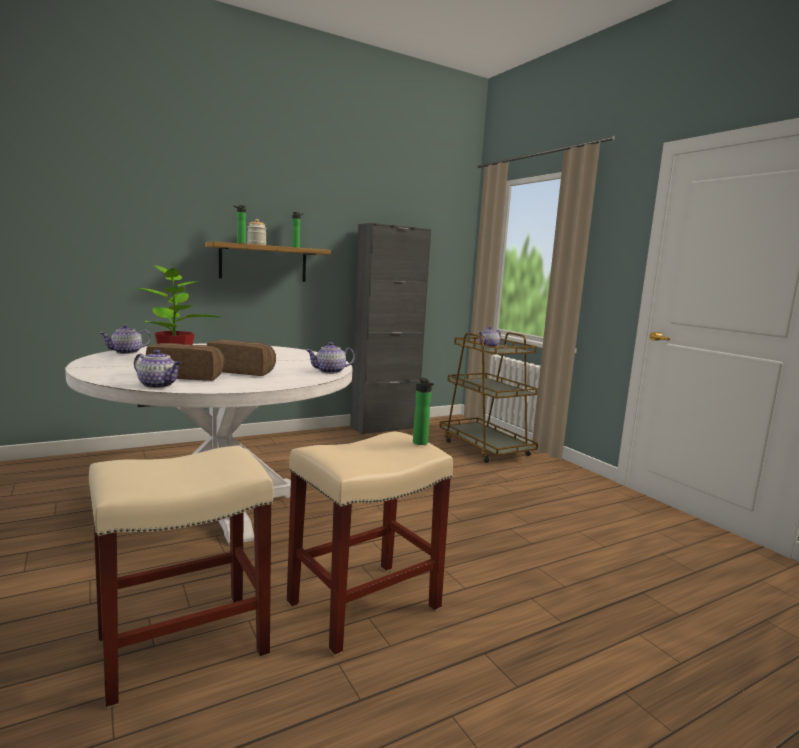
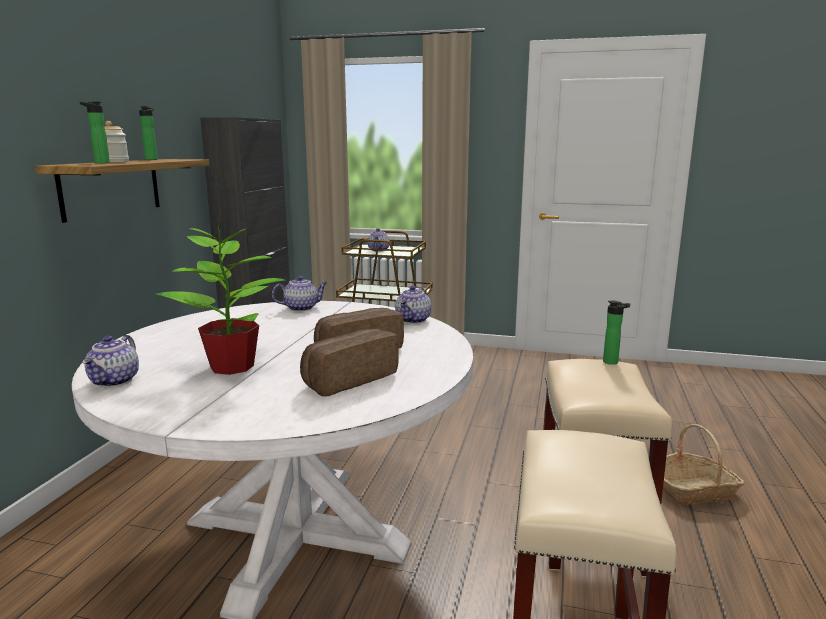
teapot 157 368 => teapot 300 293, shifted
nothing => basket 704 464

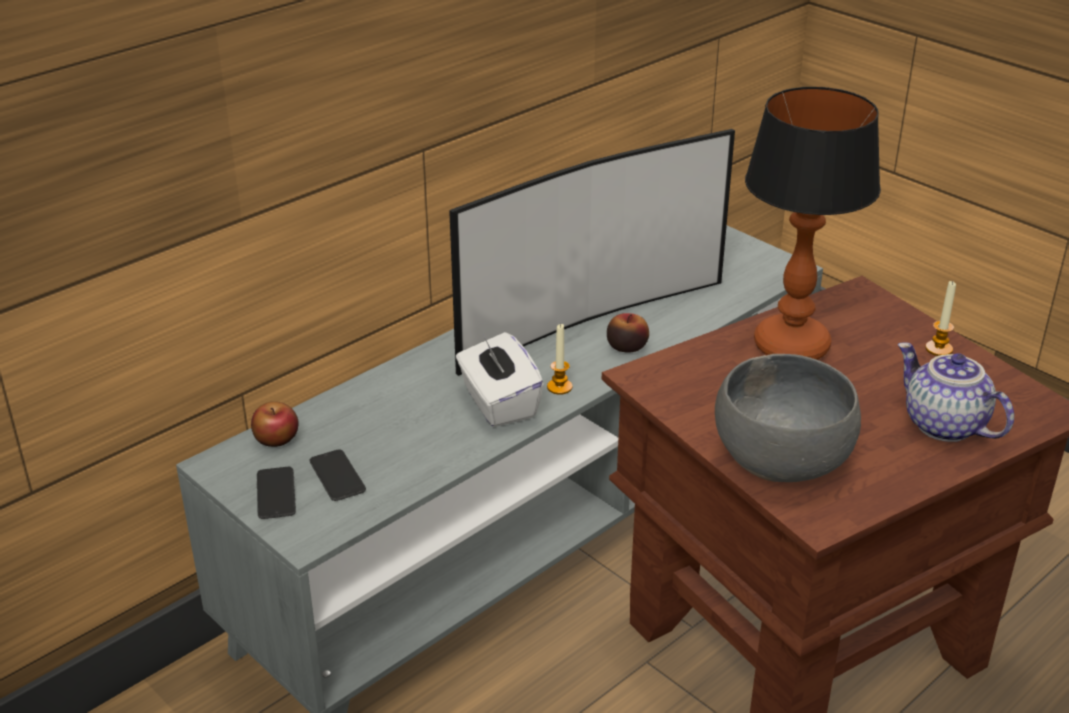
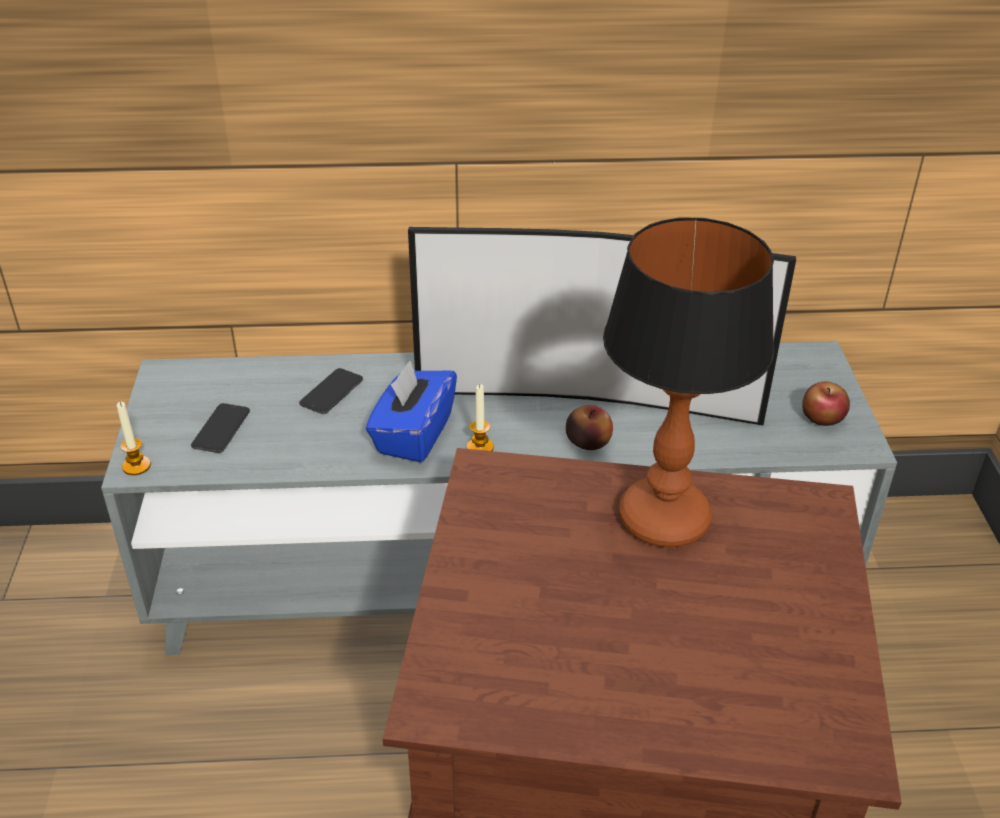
candle 940 318 => candle 134 438, shifted
white tissue box 500 379 => blue tissue box 411 411
teapot 956 392 => nothing
grey bowl 788 418 => nothing
apple 275 424 => apple 826 404, shifted
phone 276 493 => phone 331 391, shifted

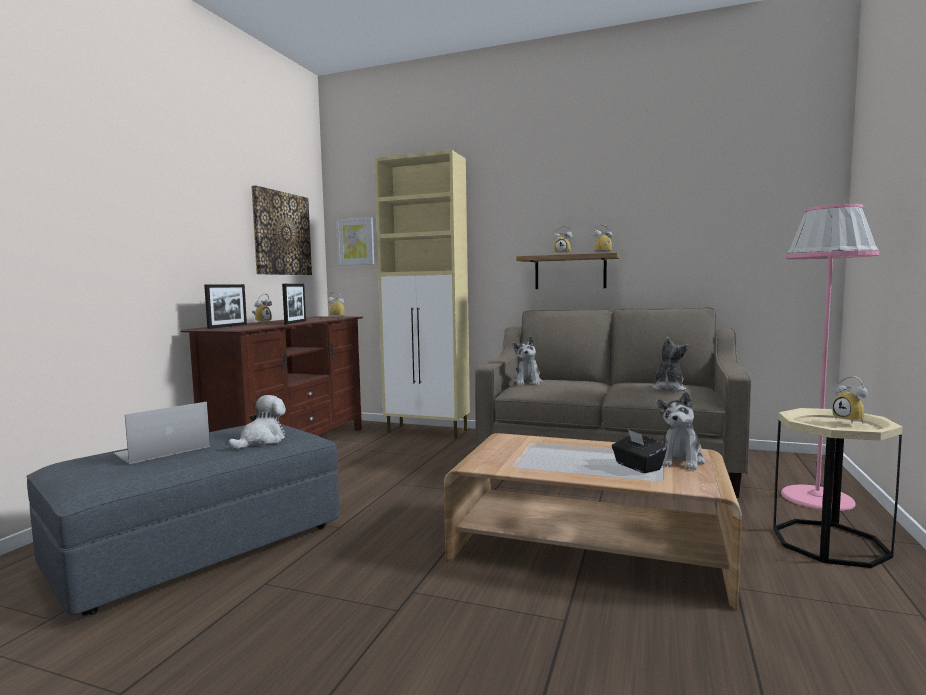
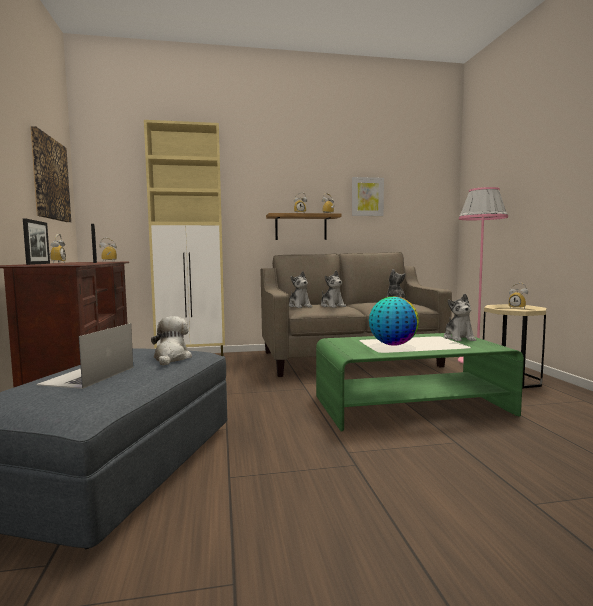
picture 355 241 => picture 368 196, shifted
black tissue box 639 451 => nothing
brown coffee table 593 521 => green coffee table 420 382
nothing => plush toy 333 289
nothing => globe 394 321

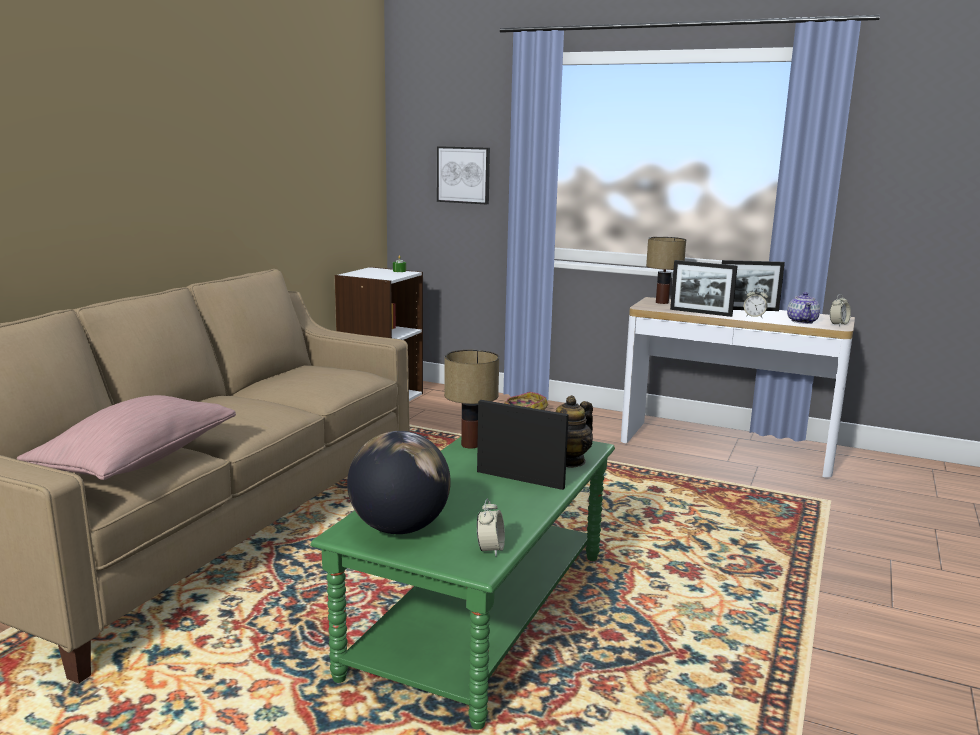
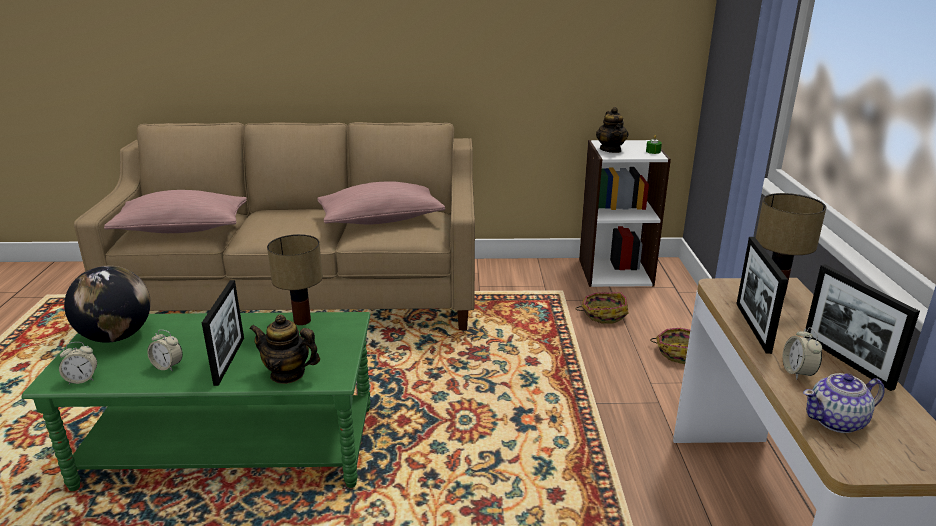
picture 463 175 => nothing
alarm clock 840 310 => alarm clock 165 350, shifted
nothing => teapot 612 130
nothing => pink pillow 381 203
nothing => basket 602 308

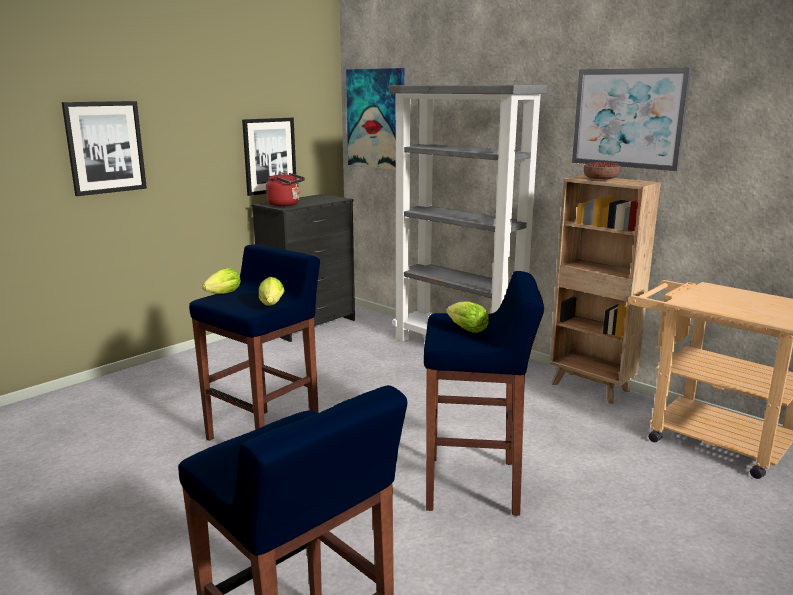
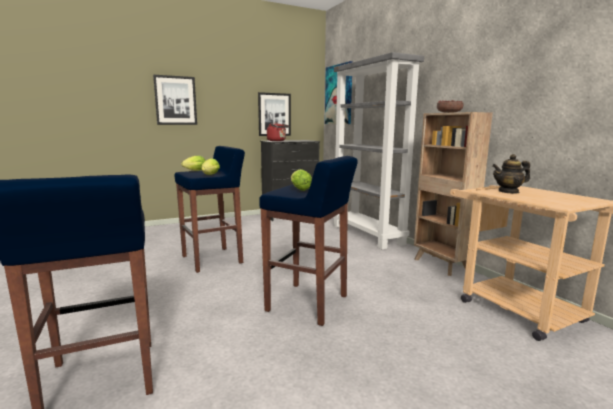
picture 631 119 => nothing
nothing => teapot 511 174

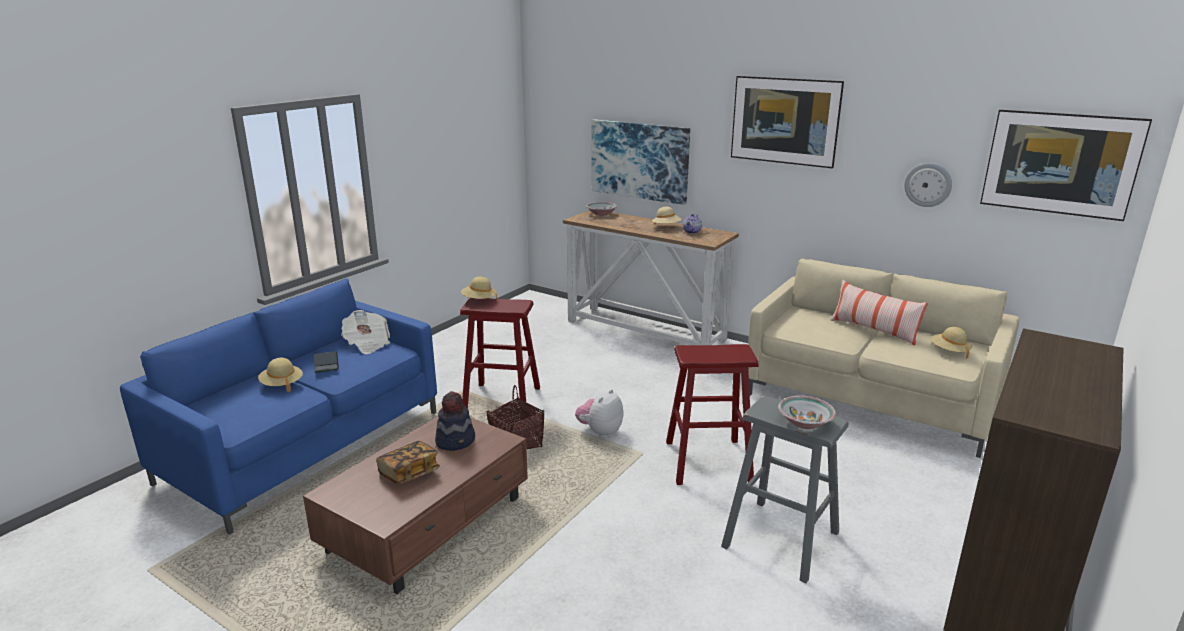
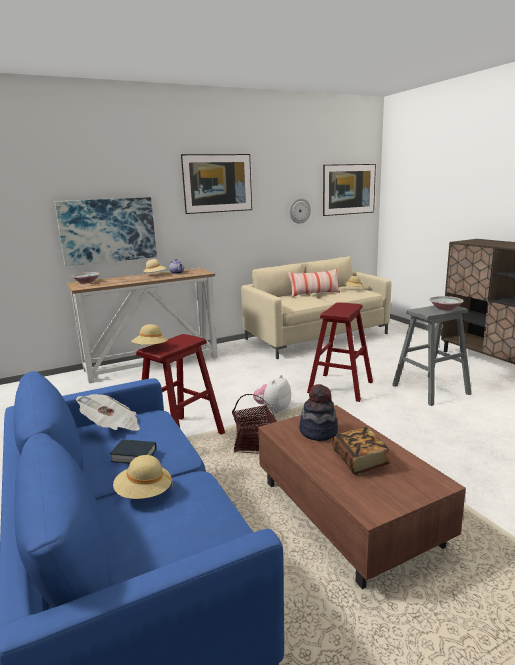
plush toy 599 413 => plush toy 272 394, 60 degrees clockwise

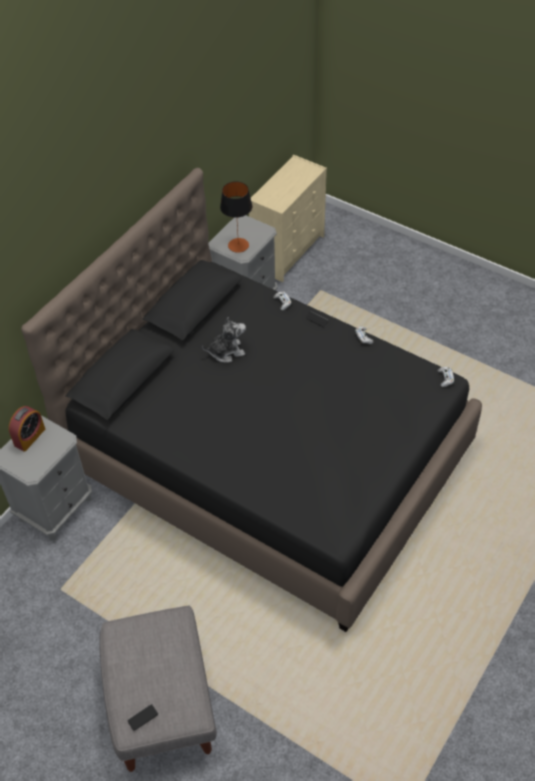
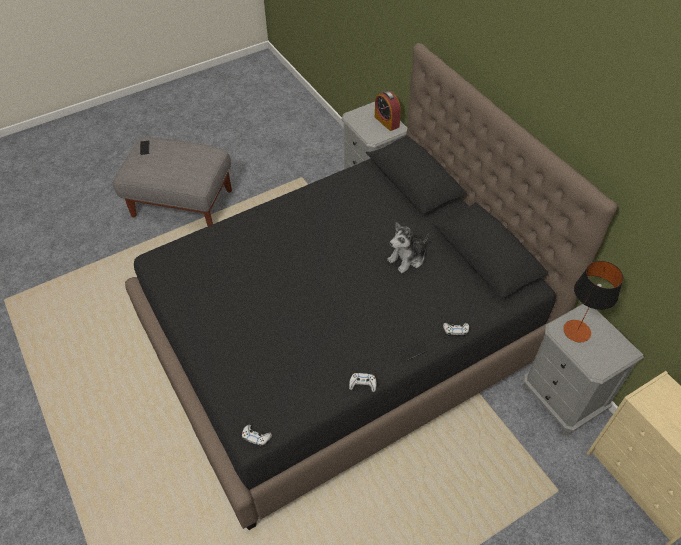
plush toy 224 339 => plush toy 408 247, 45 degrees clockwise

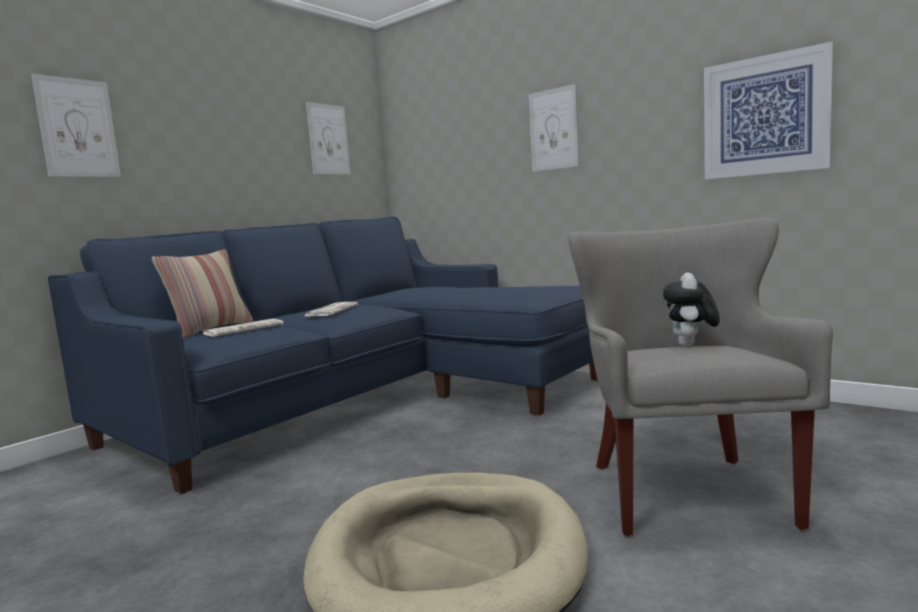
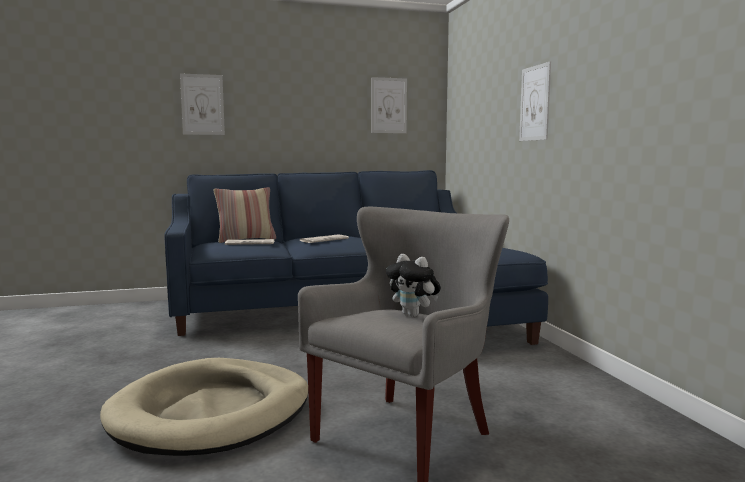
picture 768 110 => nothing
plush toy 691 310 => plush toy 413 285, 105 degrees counterclockwise

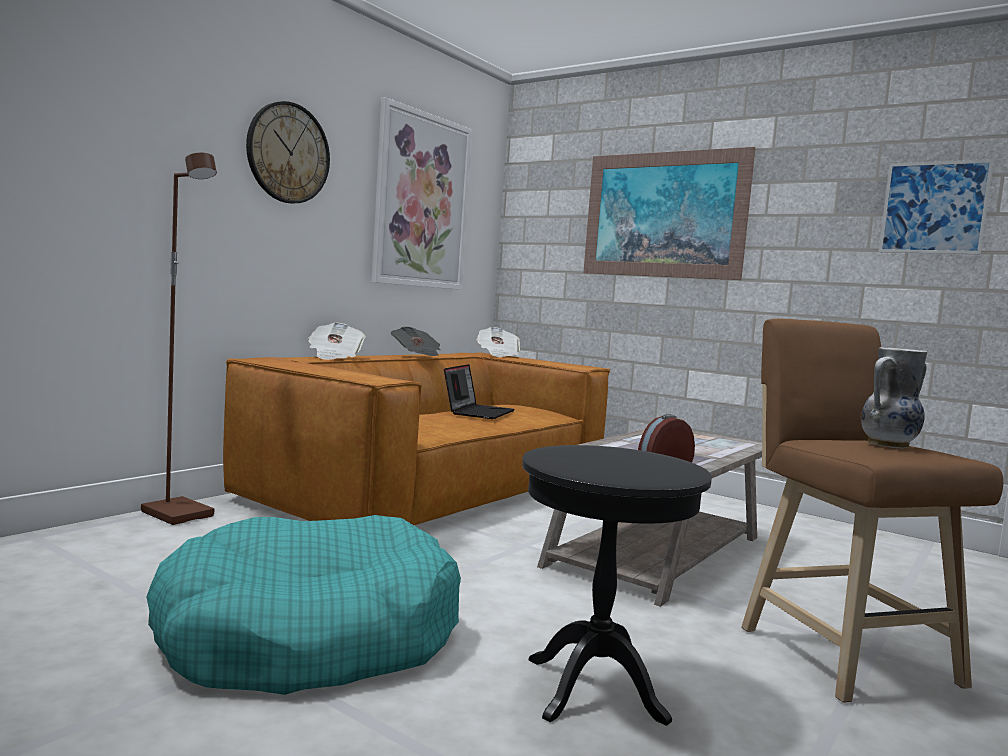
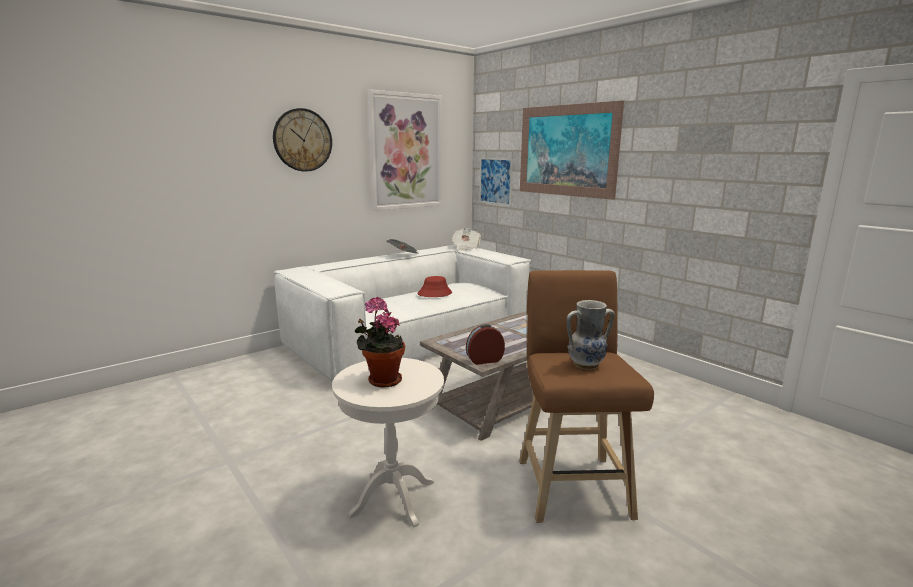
brown floor lamp 179 339 => nothing
picture 936 206 => picture 496 182, shifted
newspaper 336 341 => nothing
brown sofa 416 438 => white sofa 402 313
laptop 479 391 => red hat 434 286
black side table 617 585 => white side table 388 442
turquoise dog bed 304 605 => nothing
nothing => potted plant 380 342

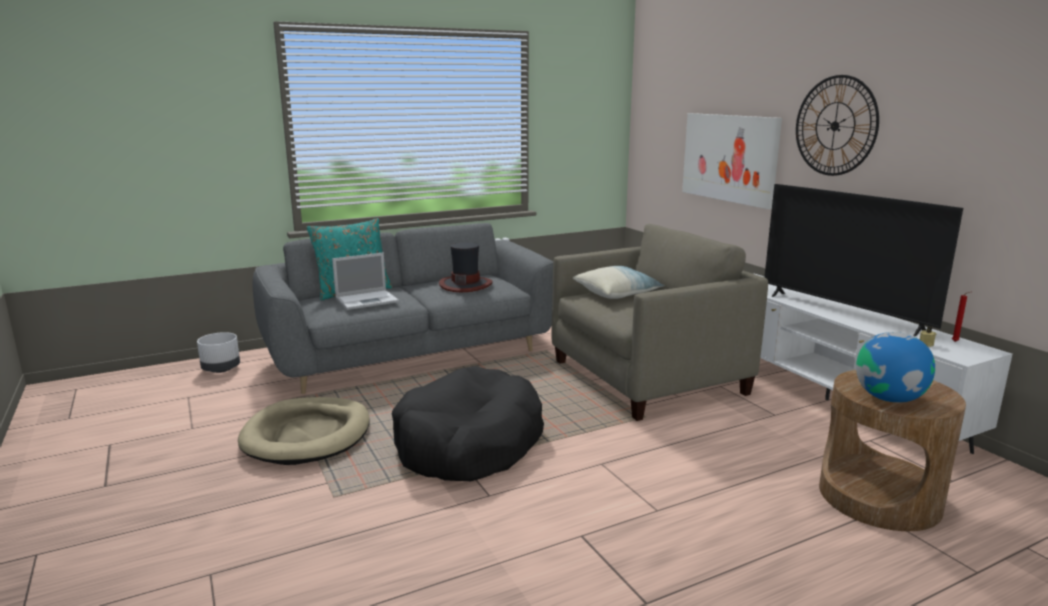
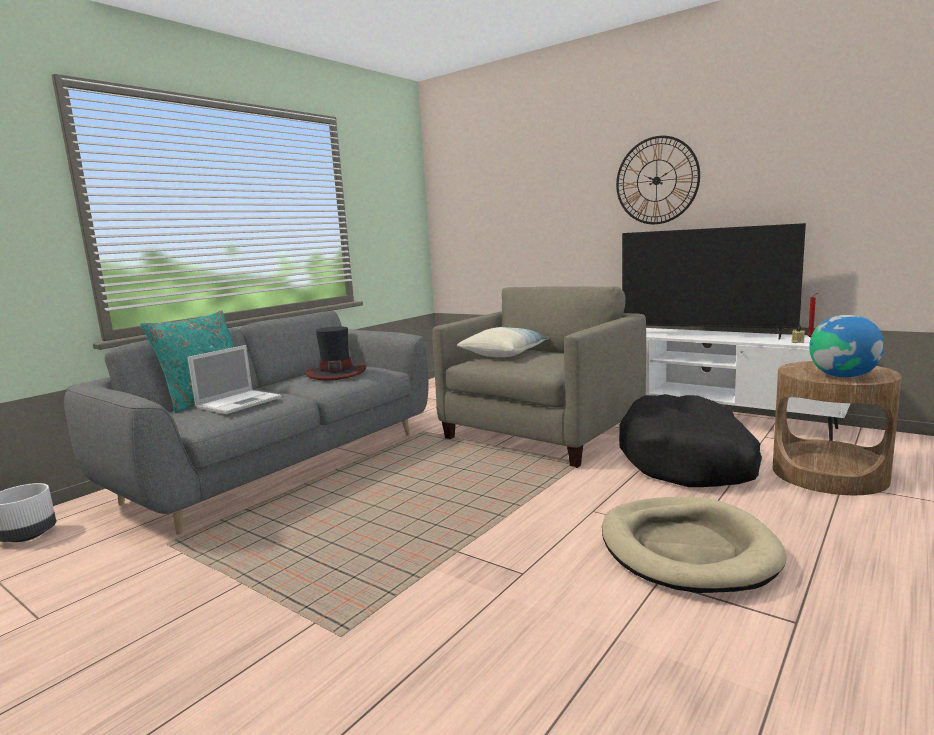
picture 732 161 => nothing
black dog bed 468 423 => black dog bed 690 440, shifted
beige dog bed 304 431 => beige dog bed 694 545, shifted

